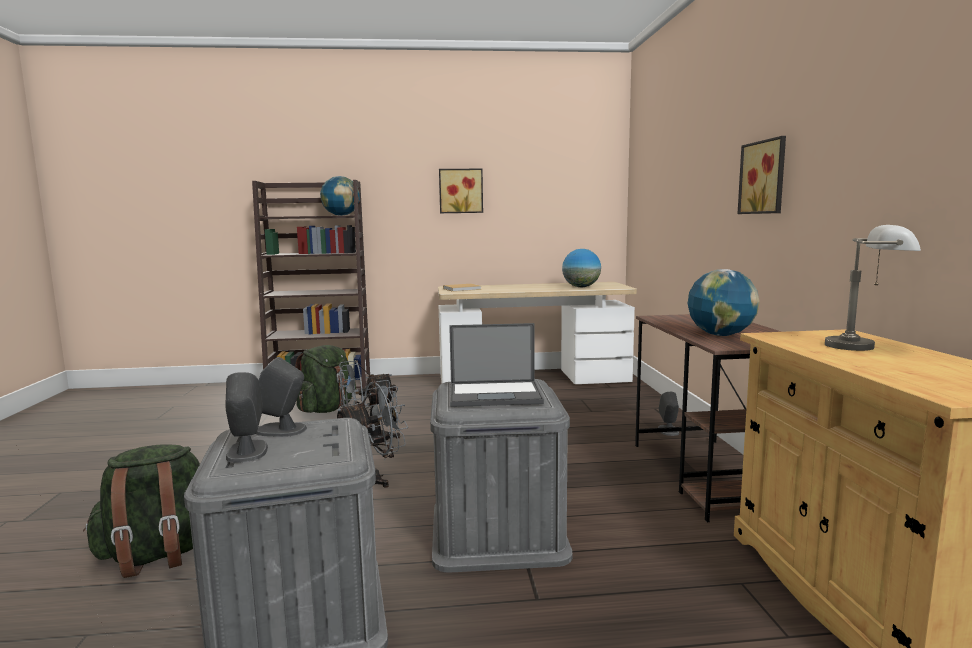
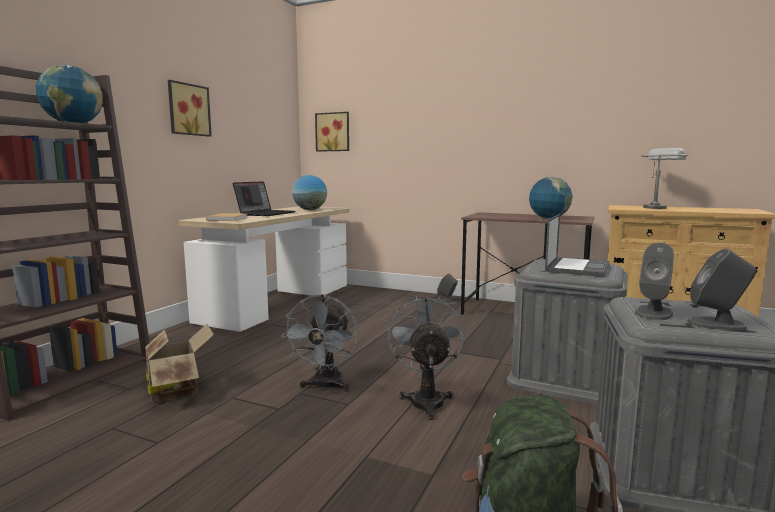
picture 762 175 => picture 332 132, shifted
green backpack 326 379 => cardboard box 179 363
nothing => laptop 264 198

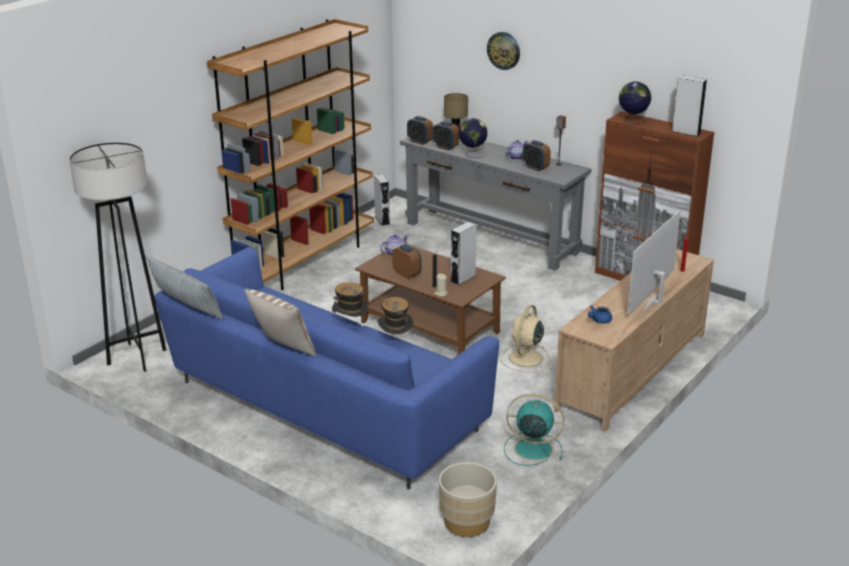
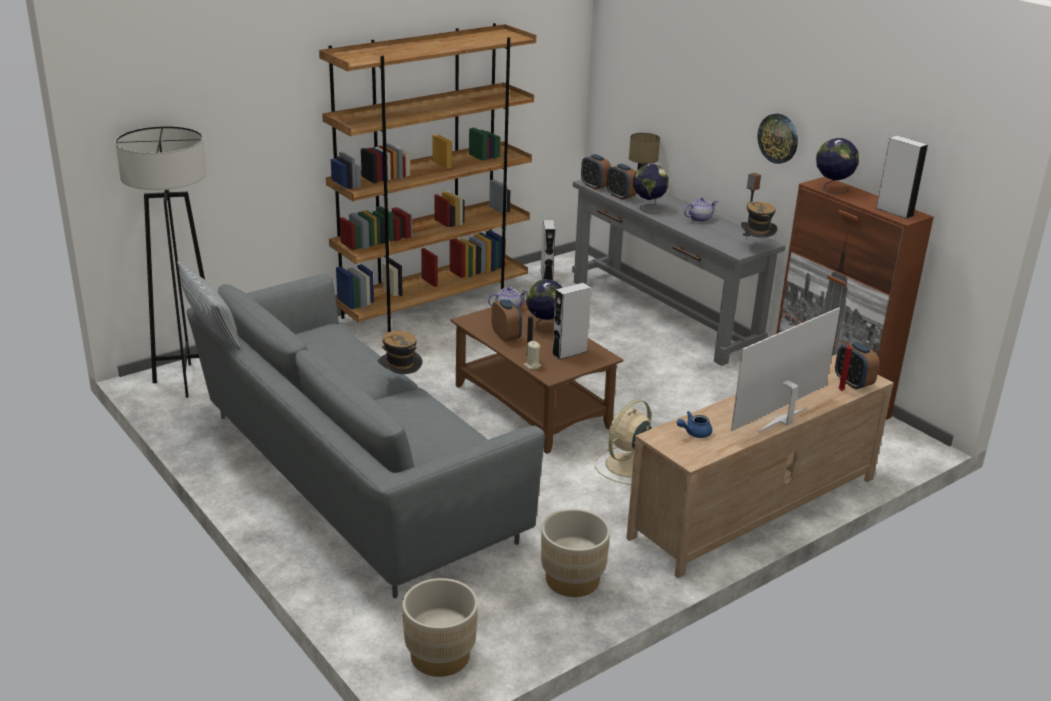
wall clock 503 51 => wall clock 777 138, shifted
alarm clock 537 155 => alarm clock 857 366, shifted
blue sofa 326 368 => grey sofa 366 435
pillow 280 322 => nothing
hat 395 315 => hat 759 220, shifted
turquoise fan 534 430 => beige planter 575 553
nothing => globe 544 305

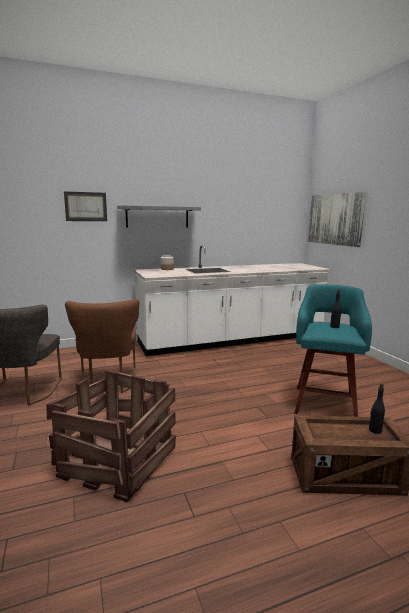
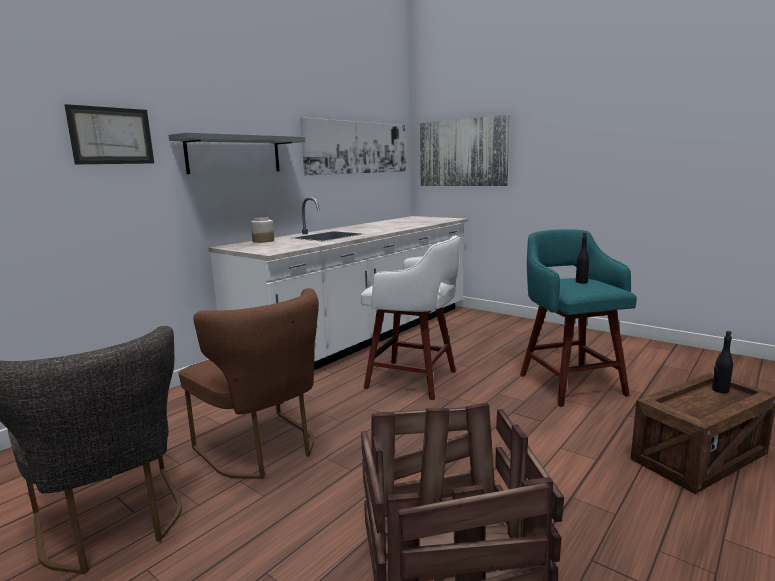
nothing => picture 353 146
nothing => white stool 410 317

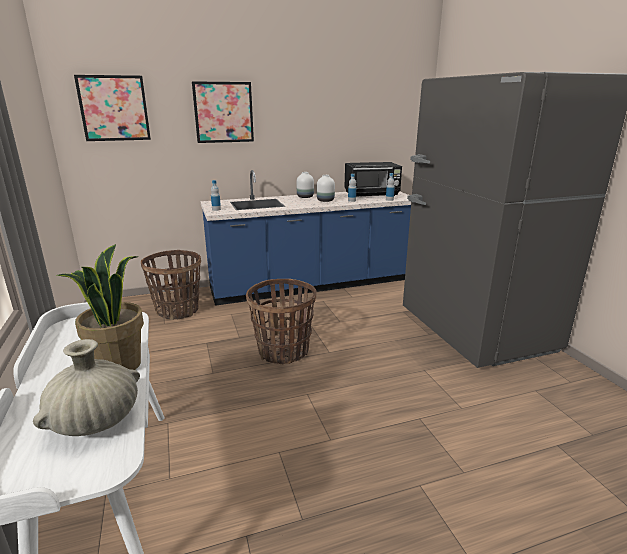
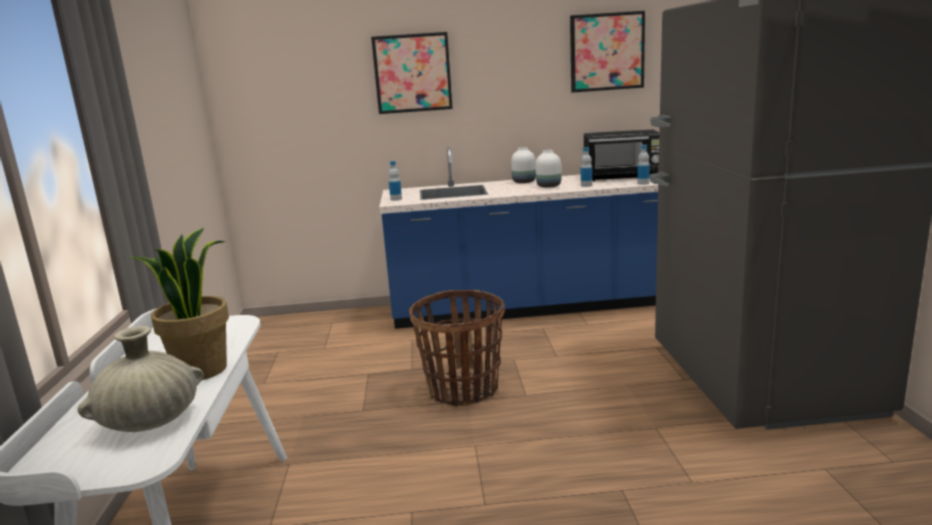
picture 112 108 => picture 607 52, shifted
basket 171 285 => nothing

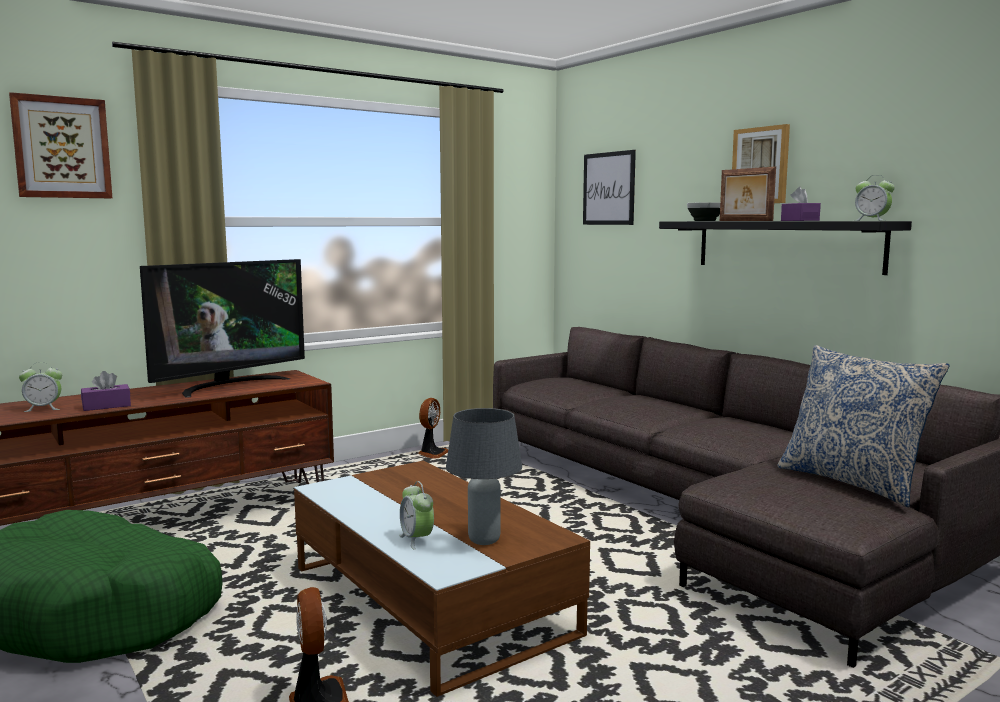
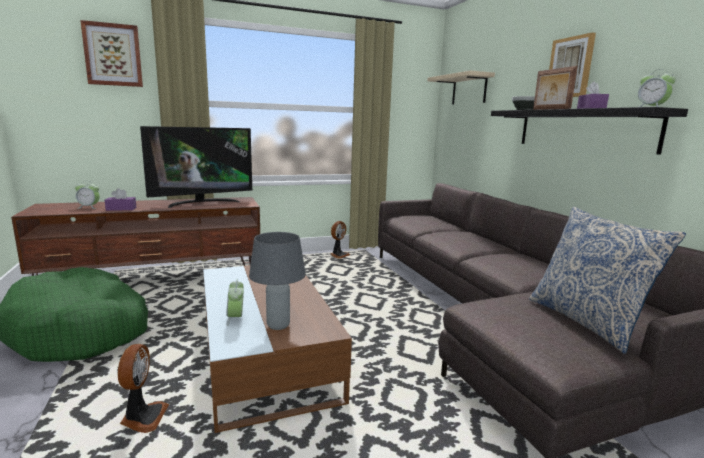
picture 609 187 => beige shelf 461 87

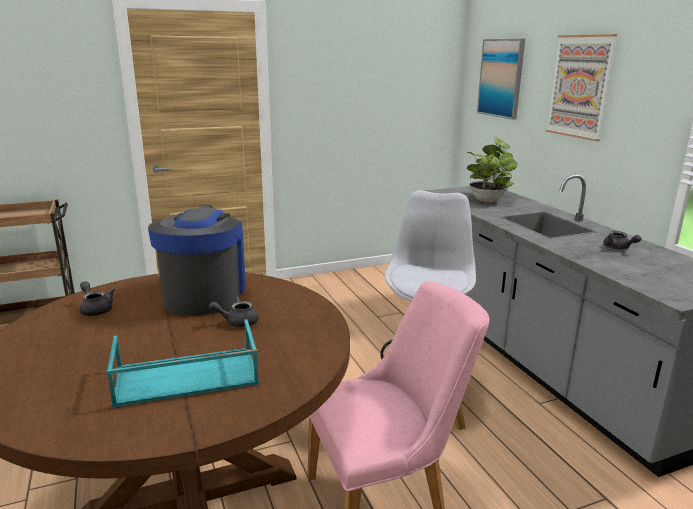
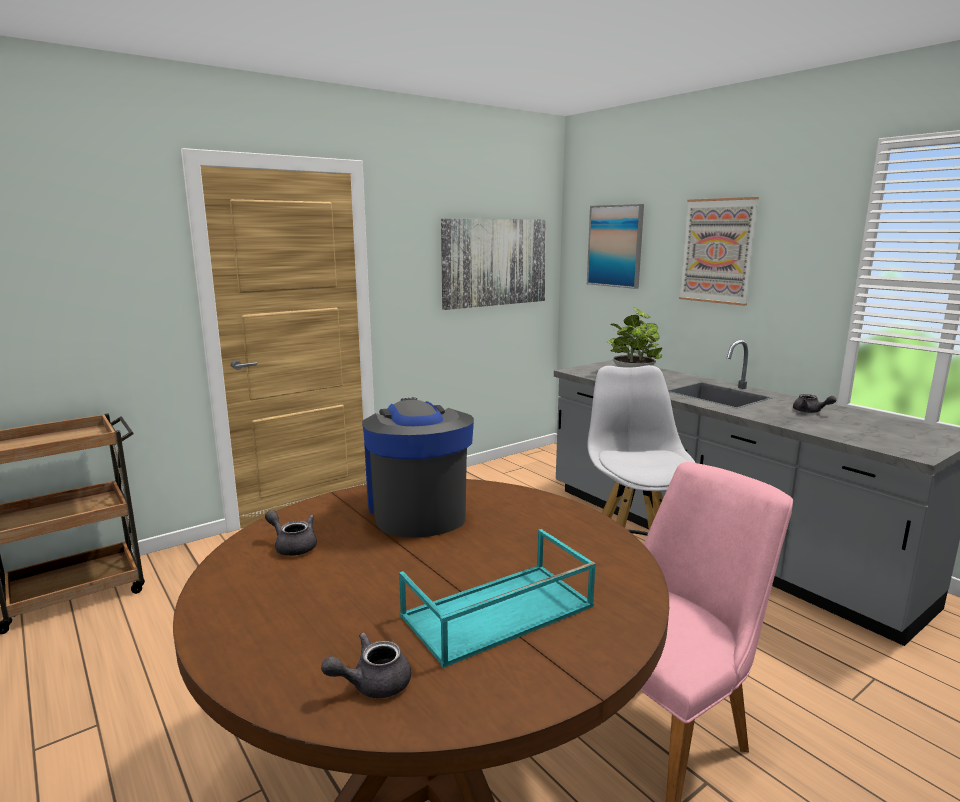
grey teapot 233 312 => grey teapot 366 665, shifted
nothing => picture 494 264

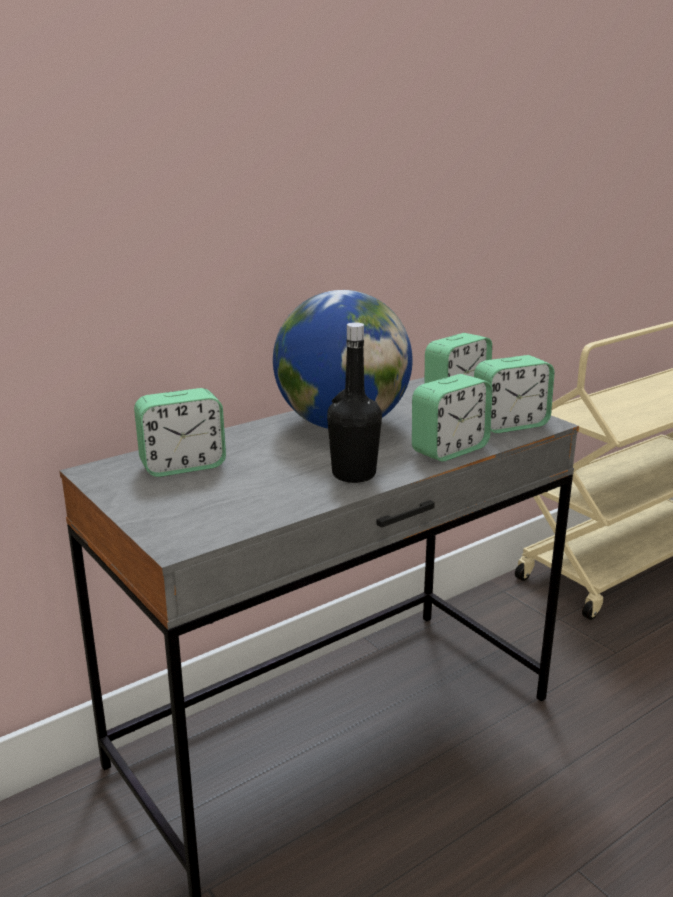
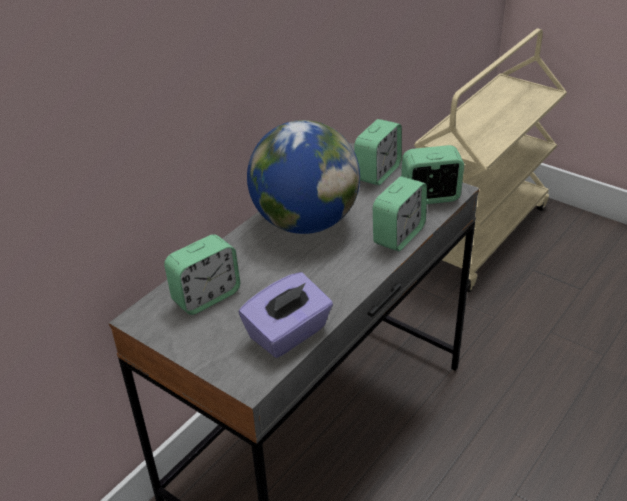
black bottle 354 402 => nothing
alarm clock 514 394 => alarm clock 432 174, 150 degrees counterclockwise
nothing => purple tissue box 286 315

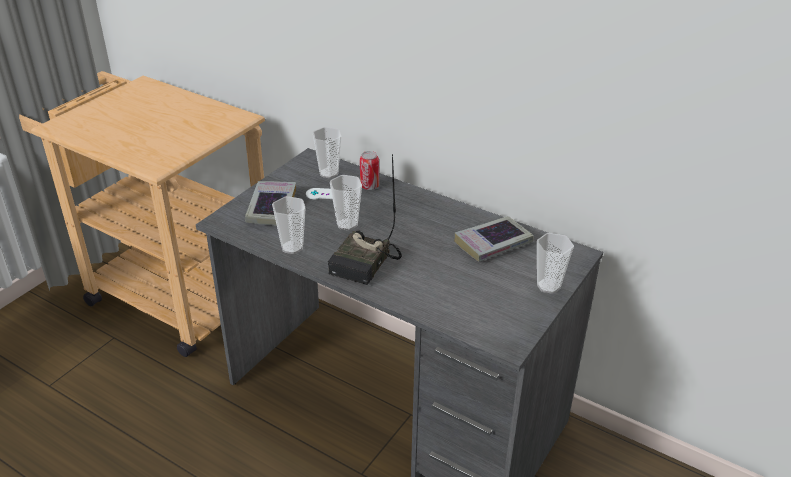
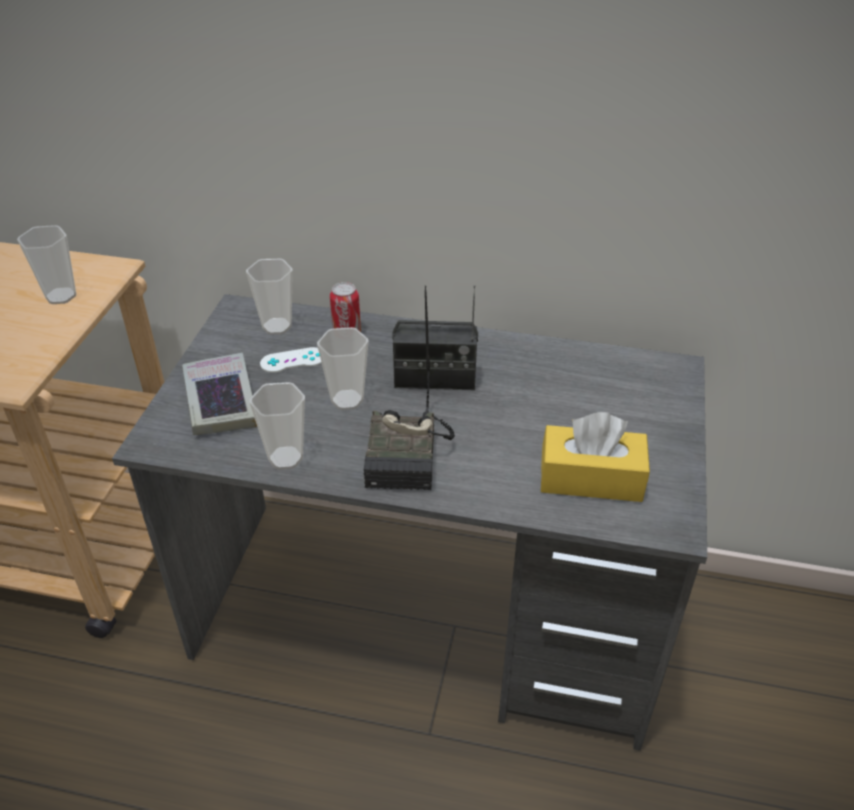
book 494 239 => nothing
cup 555 263 => cup 46 264, shifted
nothing => radio 435 337
nothing => yellow tissue box 595 457

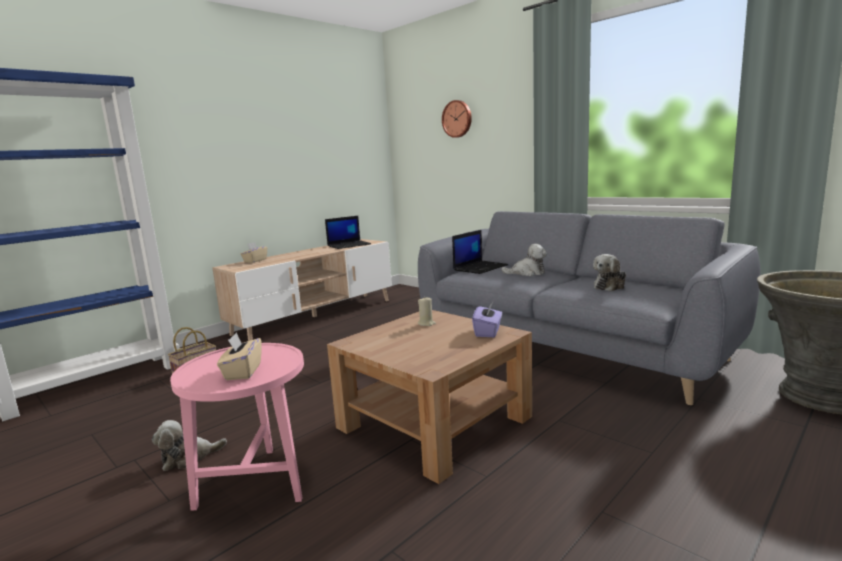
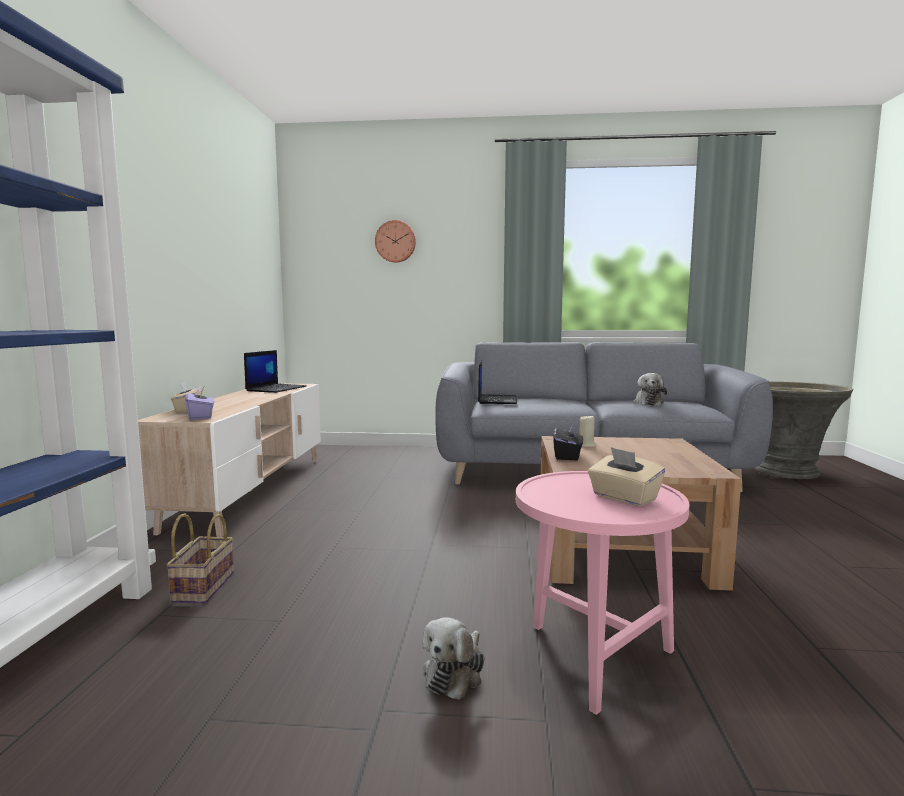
plush toy 524 260 => nothing
purple tissue box 487 319 => purple tissue box 199 403, shifted
nothing => black tissue box 568 441

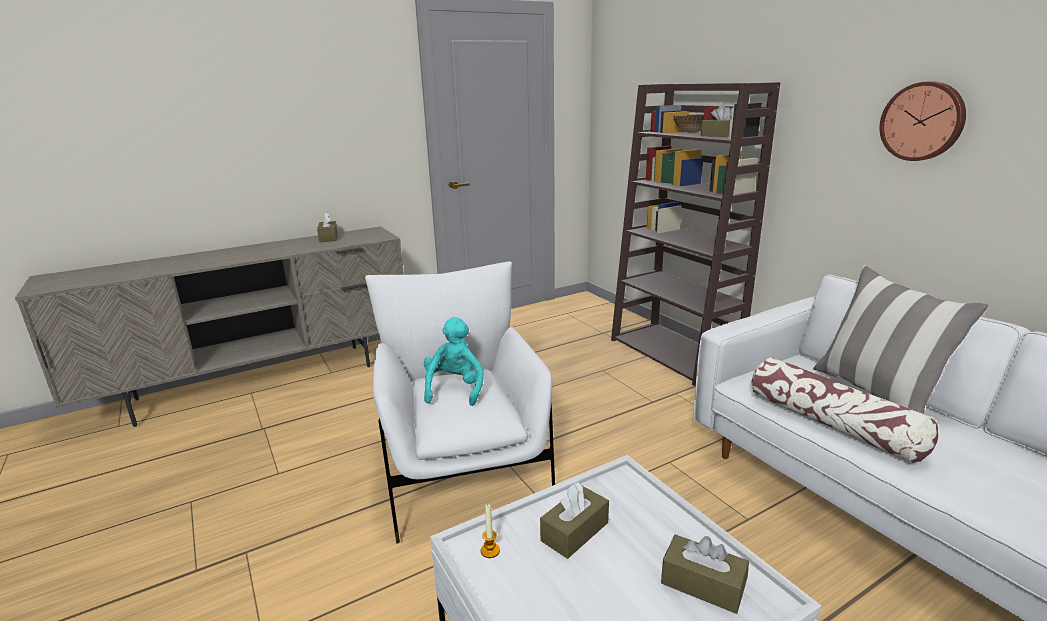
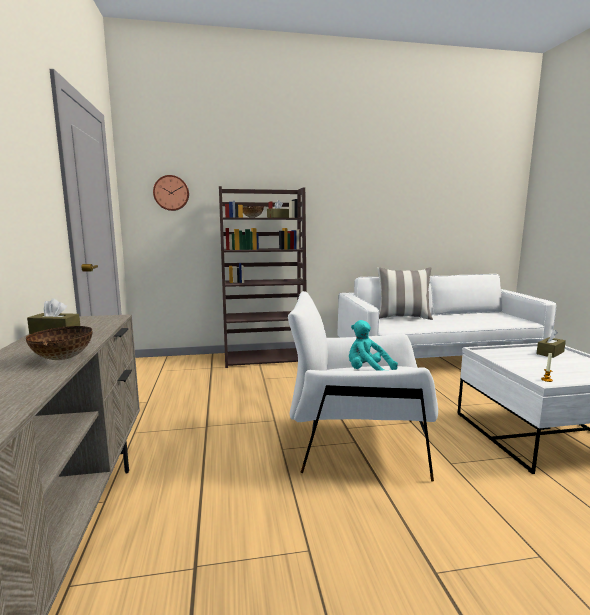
wall clock 922 121 => wall clock 171 193, shifted
pillow 844 410 => nothing
brown tissue box 574 521 => nothing
nothing => bowl 59 343

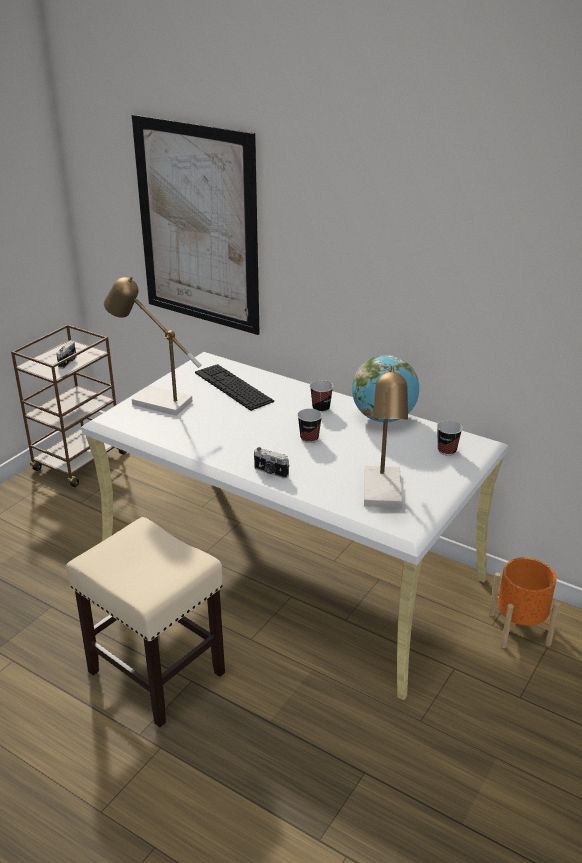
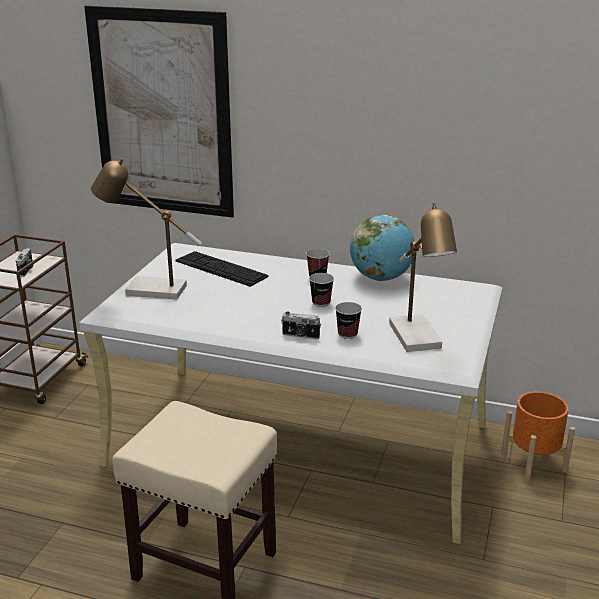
cup 450 438 => cup 348 320, shifted

